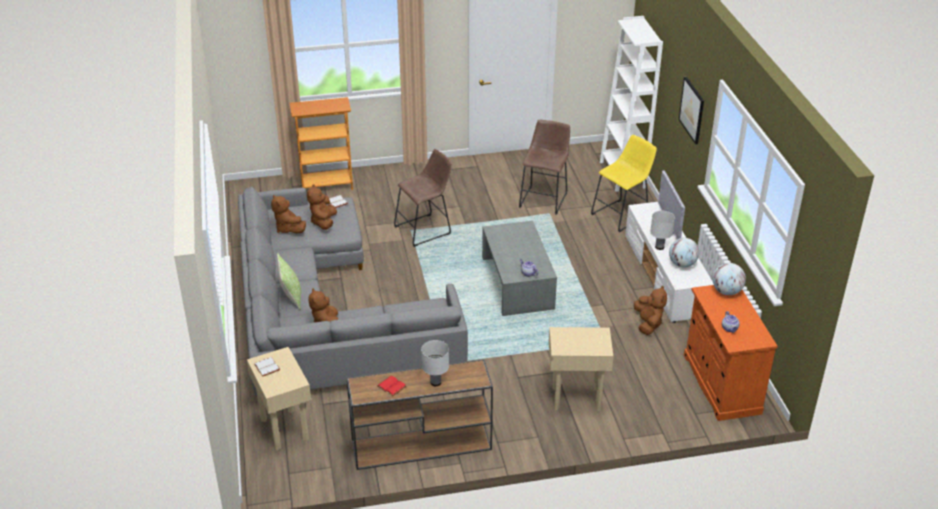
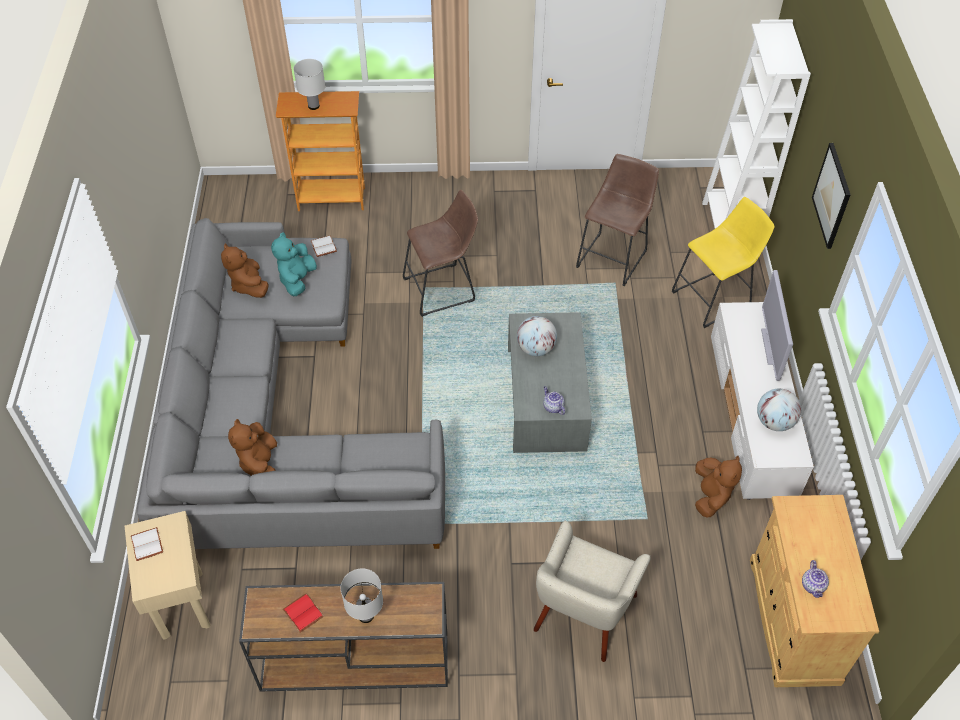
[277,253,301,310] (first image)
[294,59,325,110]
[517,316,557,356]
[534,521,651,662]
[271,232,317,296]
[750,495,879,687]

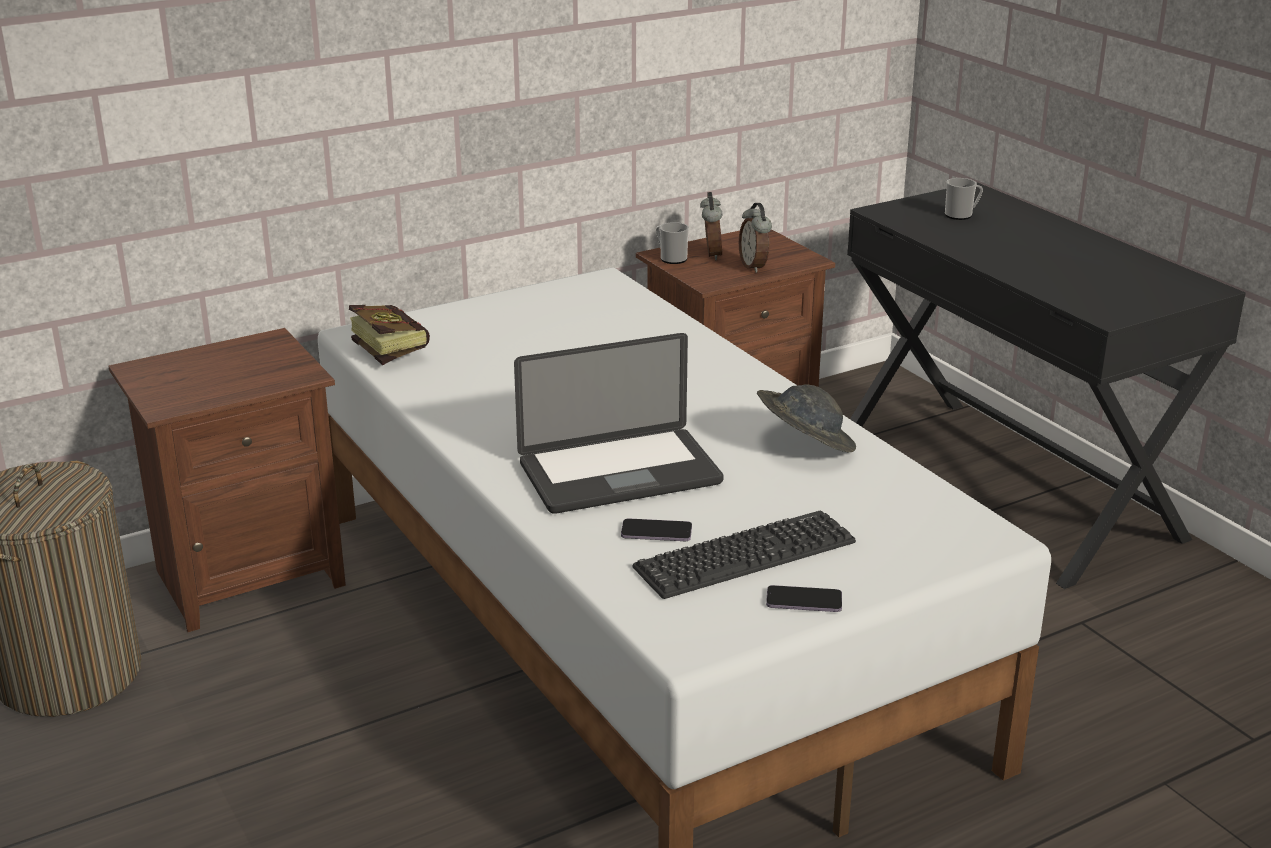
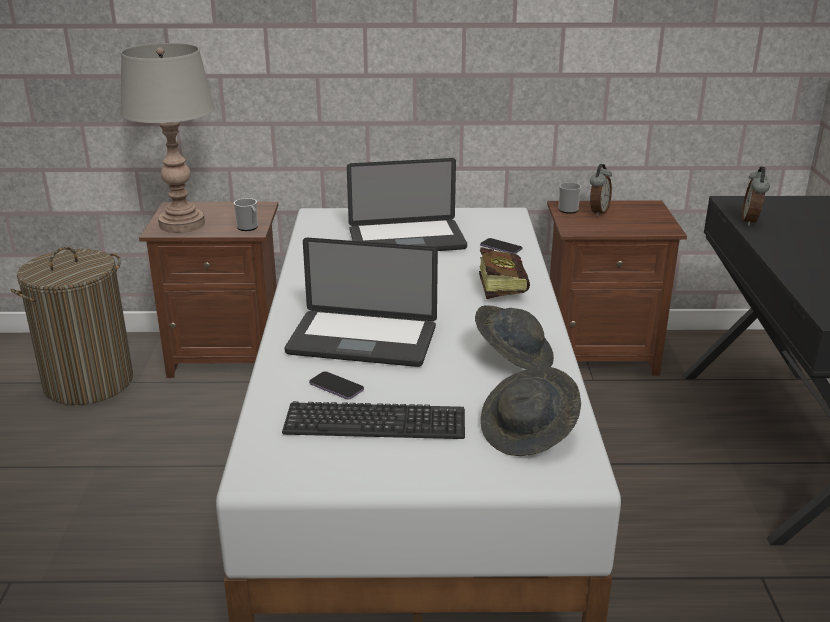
[120,43,215,233]
[347,158,467,251]
[481,367,581,456]
[479,247,530,299]
[741,167,770,226]
[480,238,523,254]
[234,198,258,231]

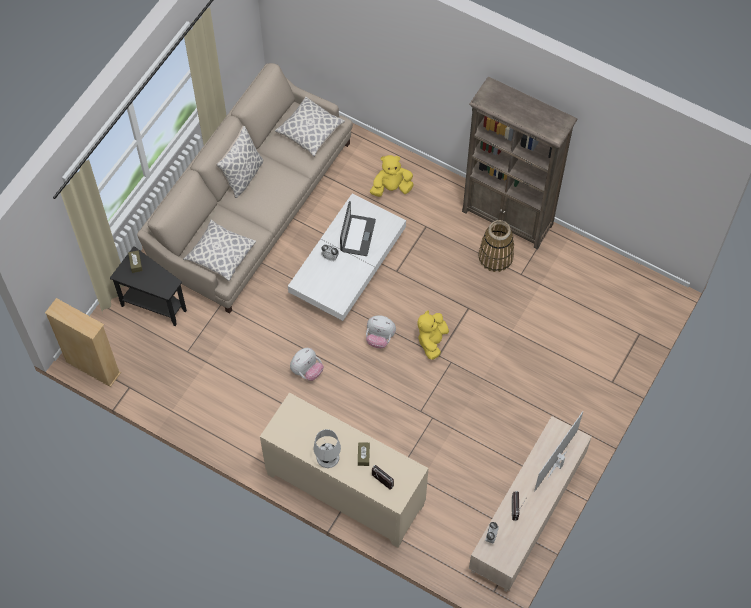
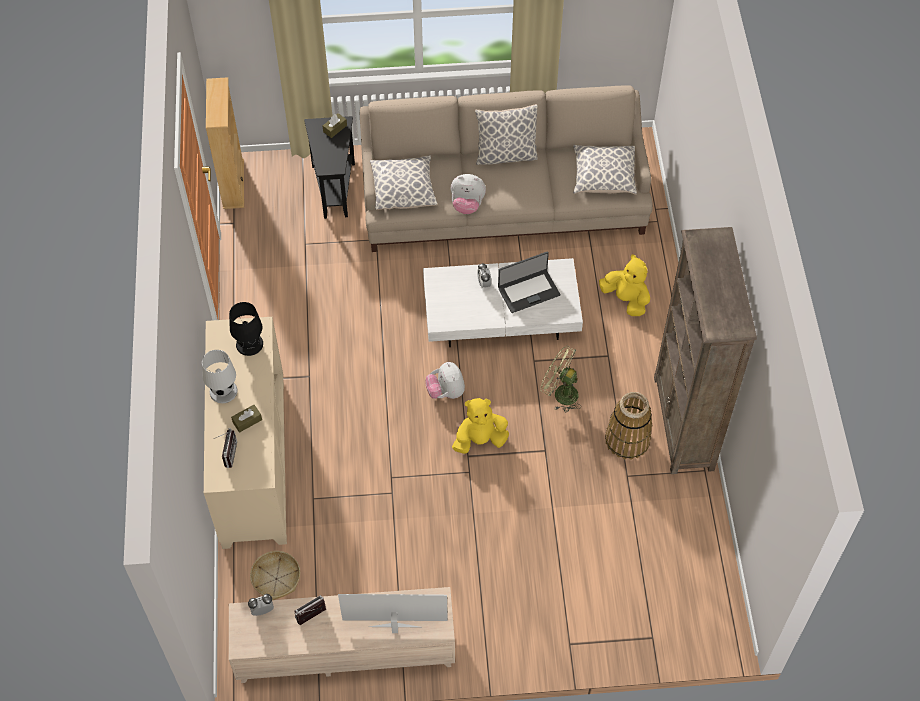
[229,302,263,356]
[250,551,300,600]
[540,346,581,413]
[451,174,486,214]

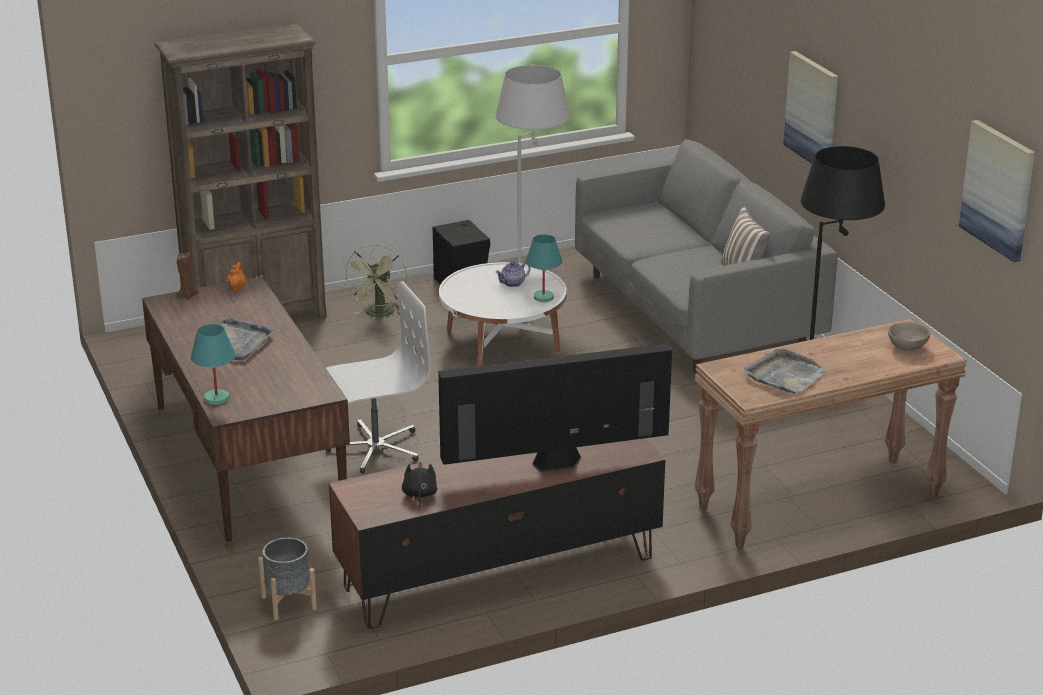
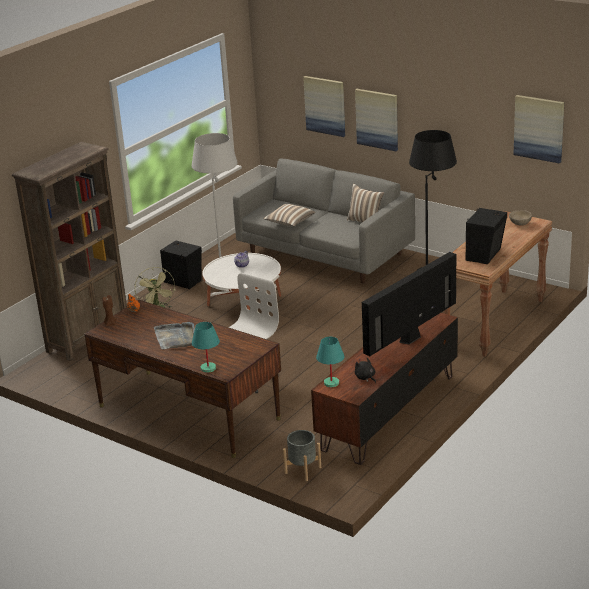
[263,204,316,227]
[303,76,345,137]
[316,337,344,387]
[466,208,507,264]

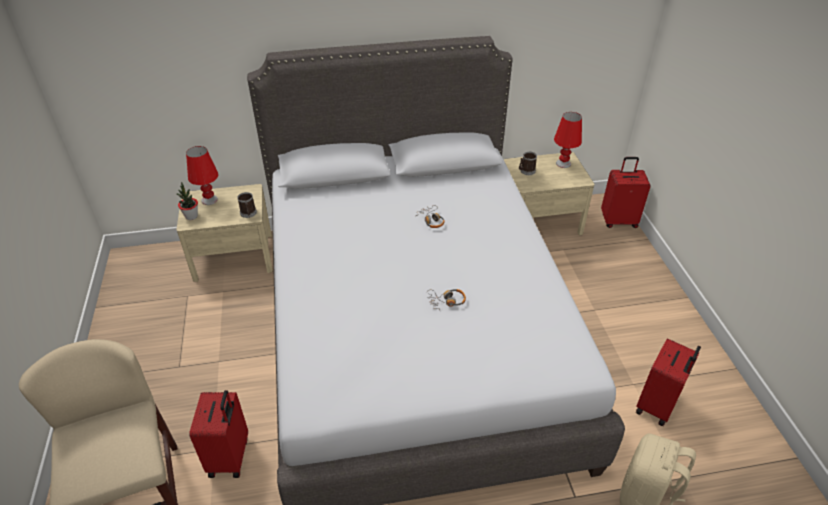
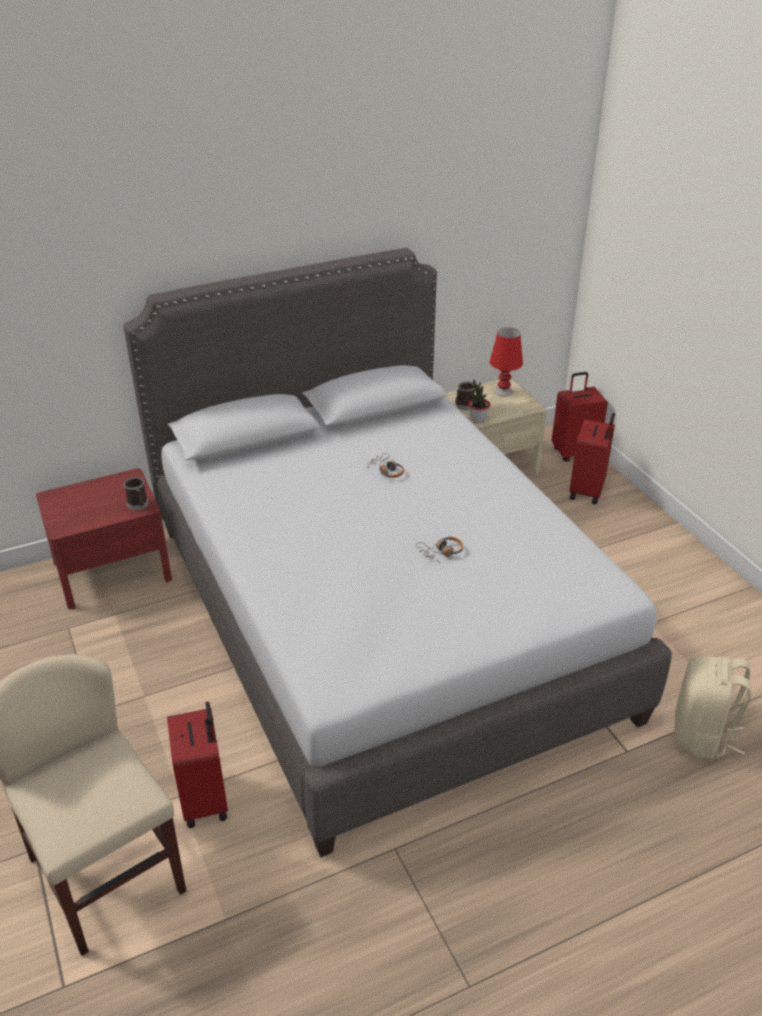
[186,146,218,205] (first image)
[468,379,490,424]
[569,413,615,504]
[36,468,172,610]

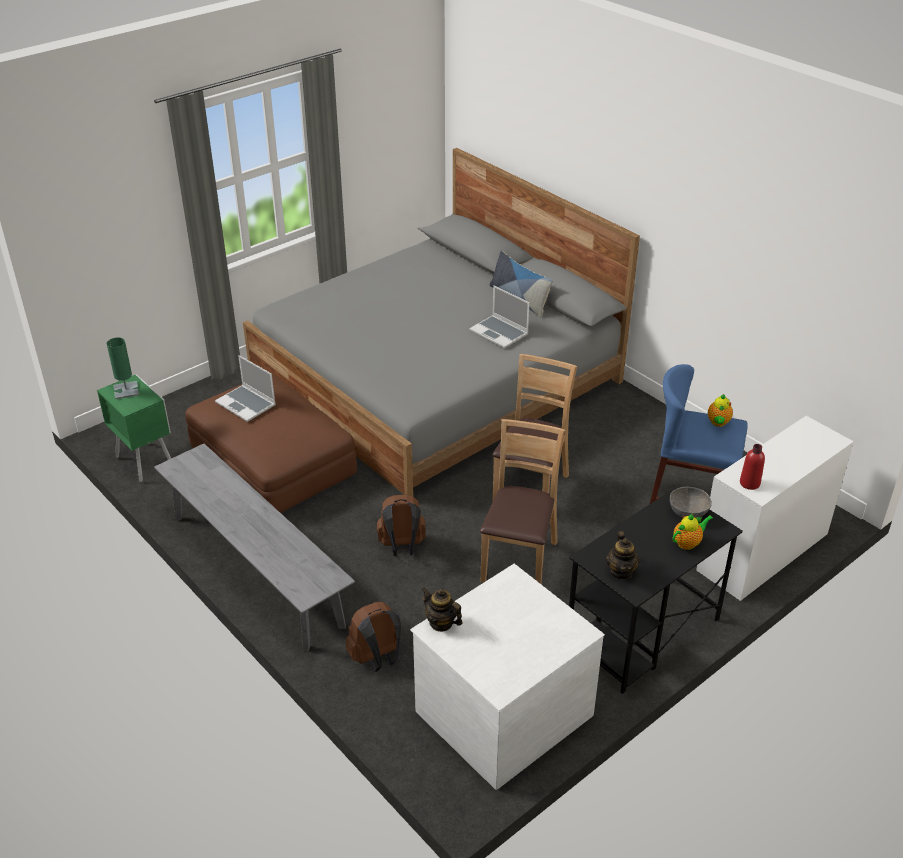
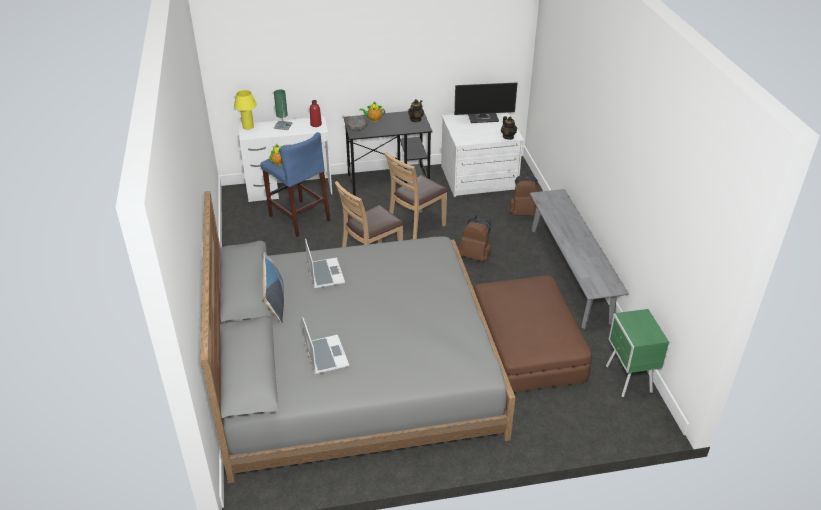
[234,90,257,130]
[454,83,517,123]
[274,90,293,130]
[302,318,349,374]

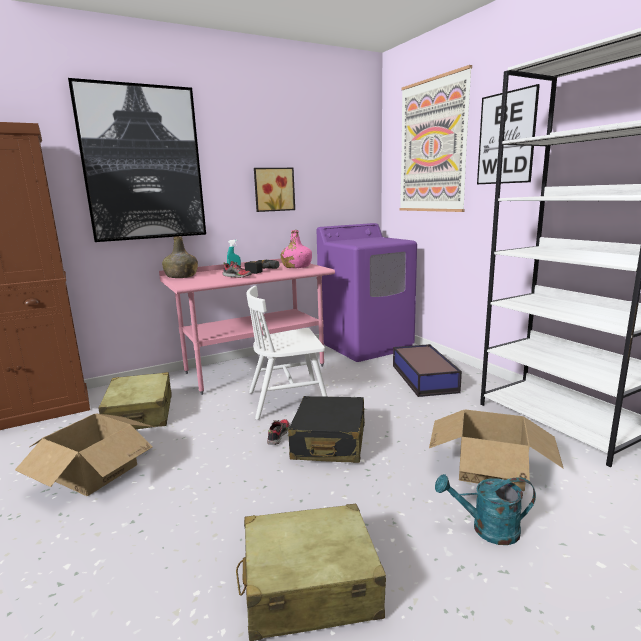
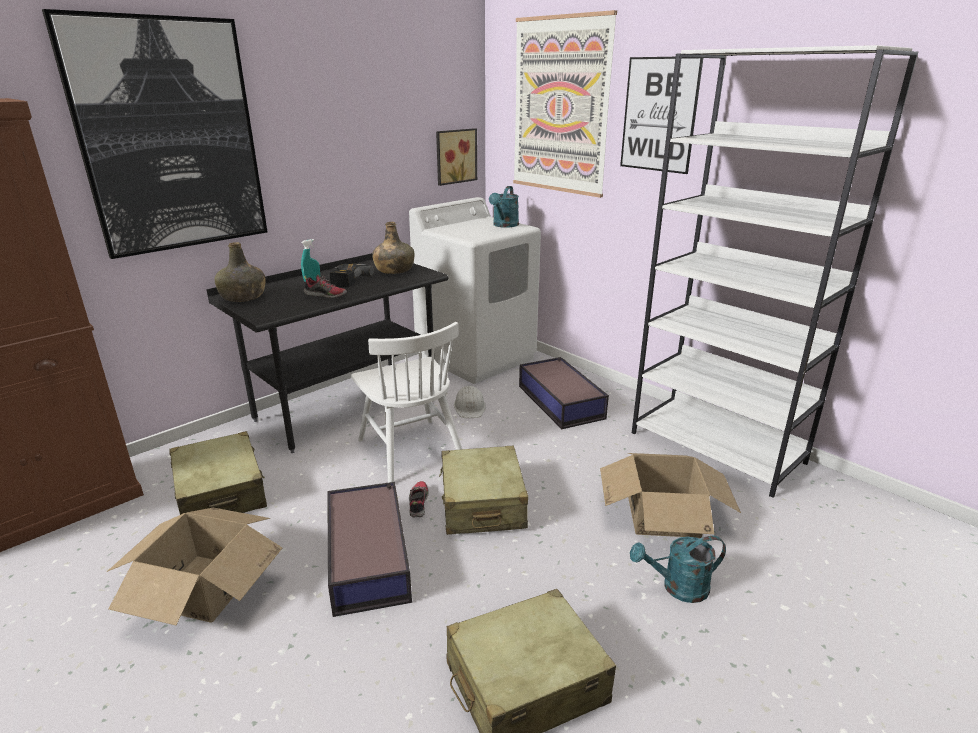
[327,482,412,617]
[454,386,486,418]
[489,186,519,228]
[436,128,477,186]
[206,253,448,453]
[372,222,414,274]
[439,446,528,535]
[409,197,541,384]
[351,322,462,483]

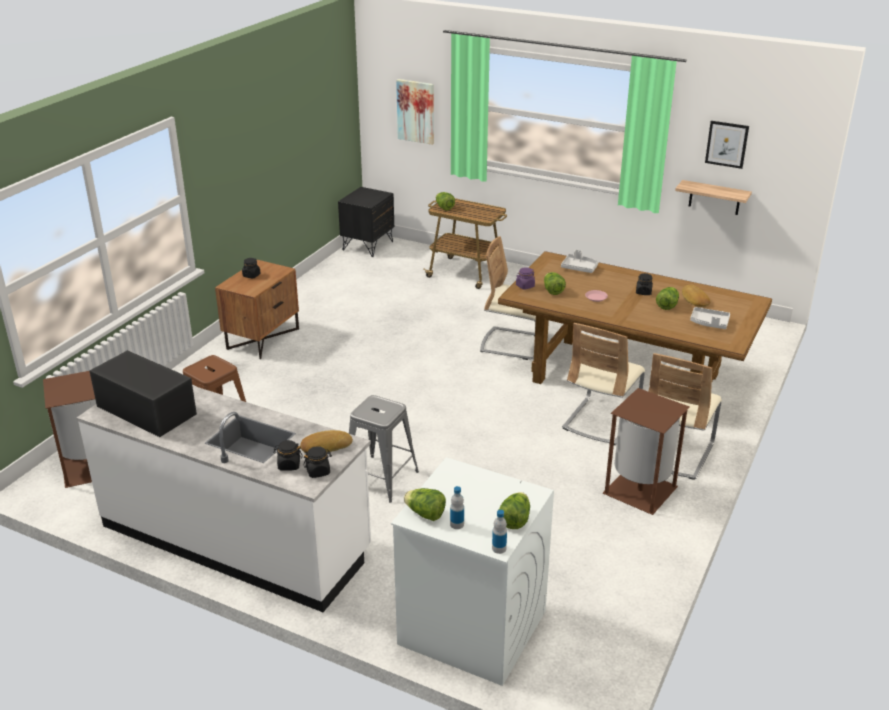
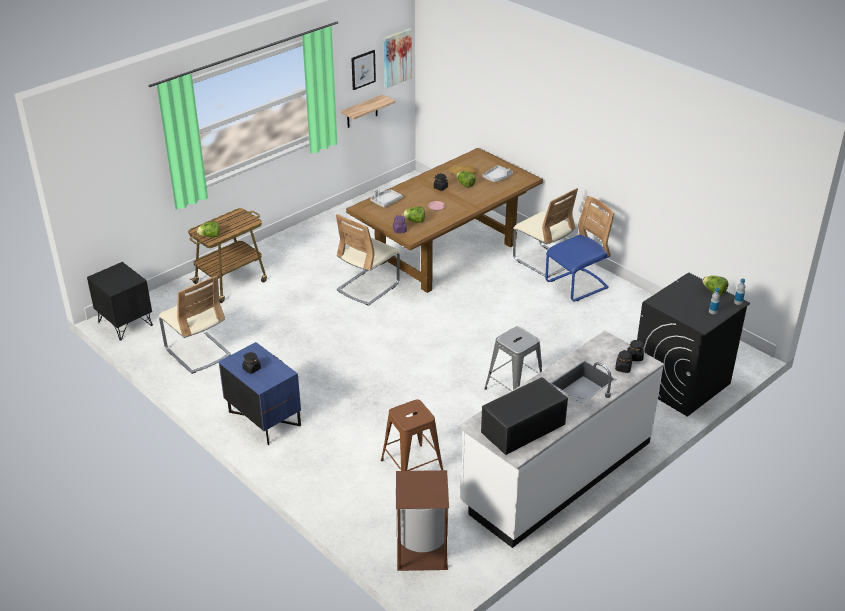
[300,430,353,452] (first image)
[404,488,446,521] (first image)
[384,28,412,88]
[159,276,231,374]
[545,196,614,301]
[219,342,301,445]
[637,273,750,417]

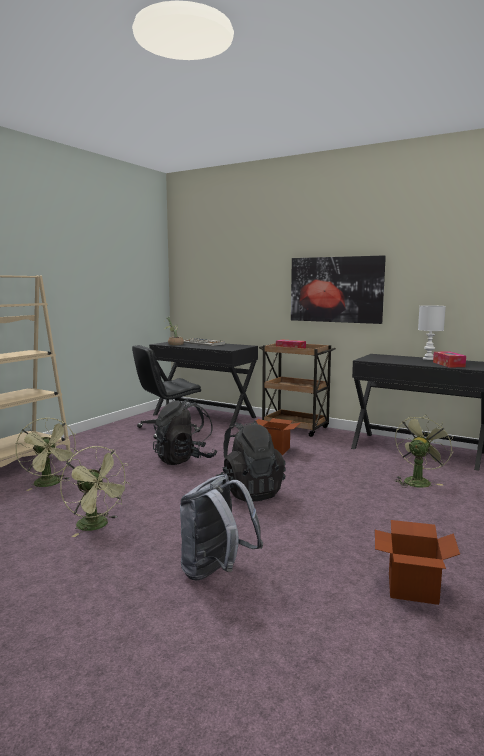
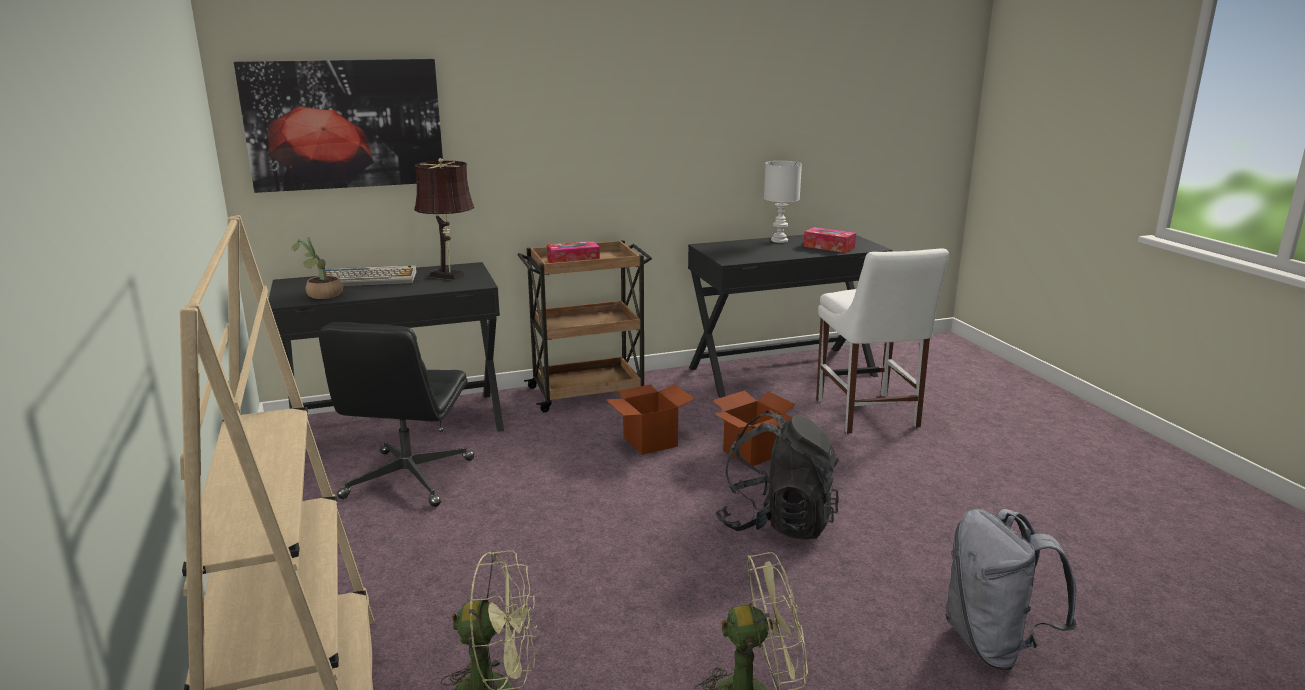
[153,399,217,465] (first image)
[414,158,474,280]
[234,59,443,193]
[712,390,795,466]
[816,248,949,434]

